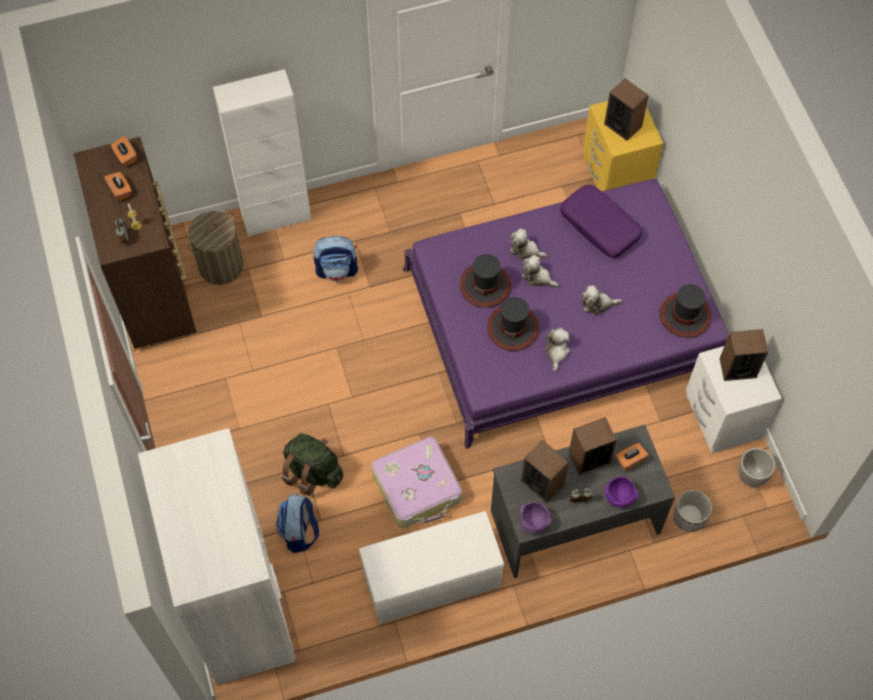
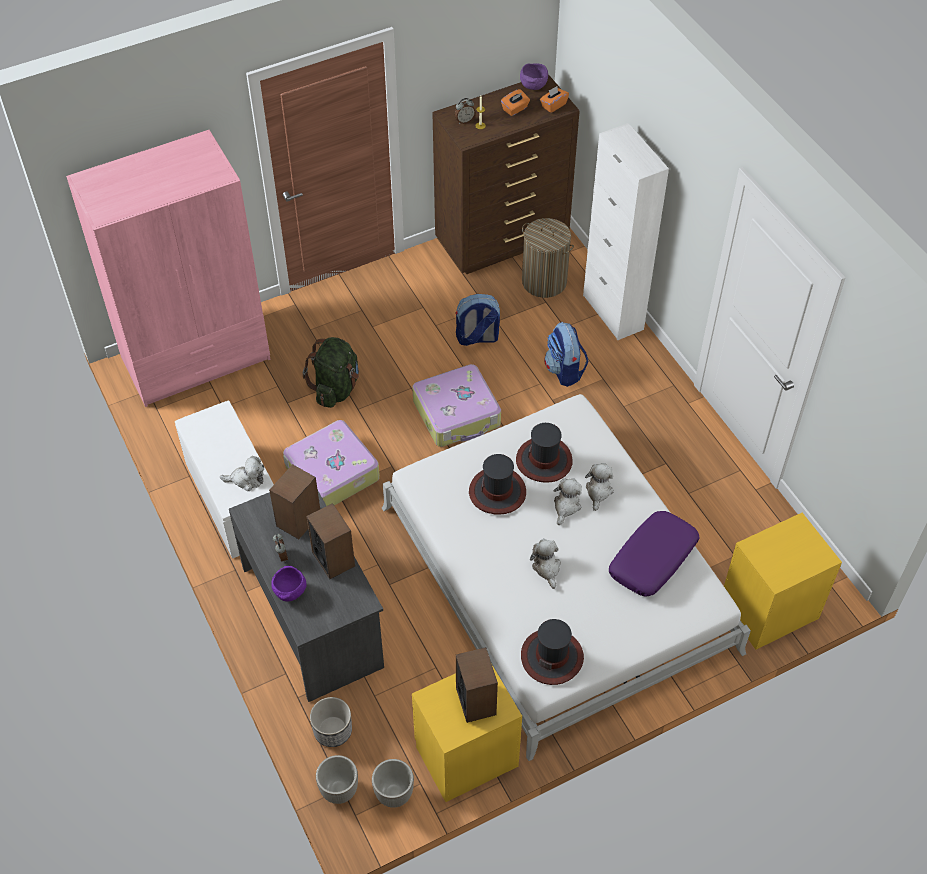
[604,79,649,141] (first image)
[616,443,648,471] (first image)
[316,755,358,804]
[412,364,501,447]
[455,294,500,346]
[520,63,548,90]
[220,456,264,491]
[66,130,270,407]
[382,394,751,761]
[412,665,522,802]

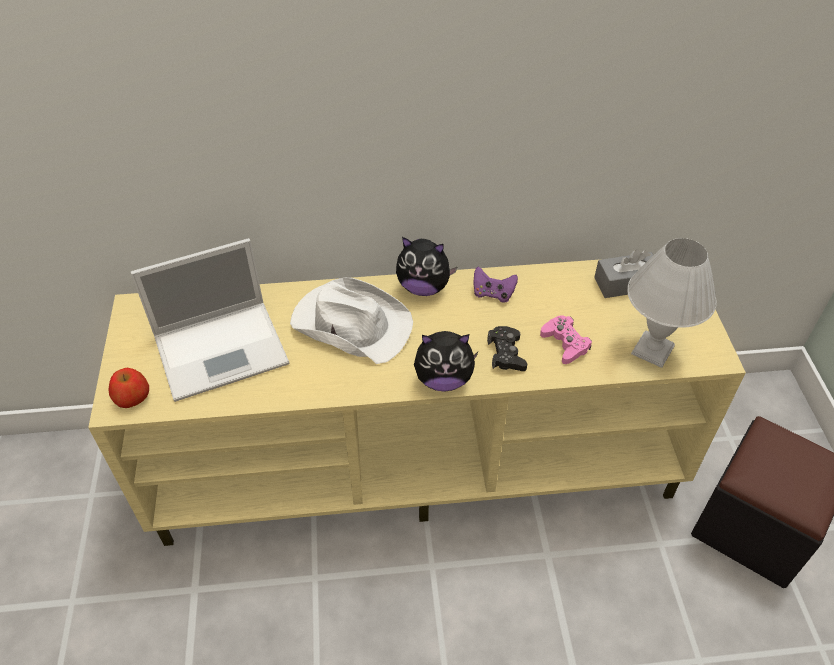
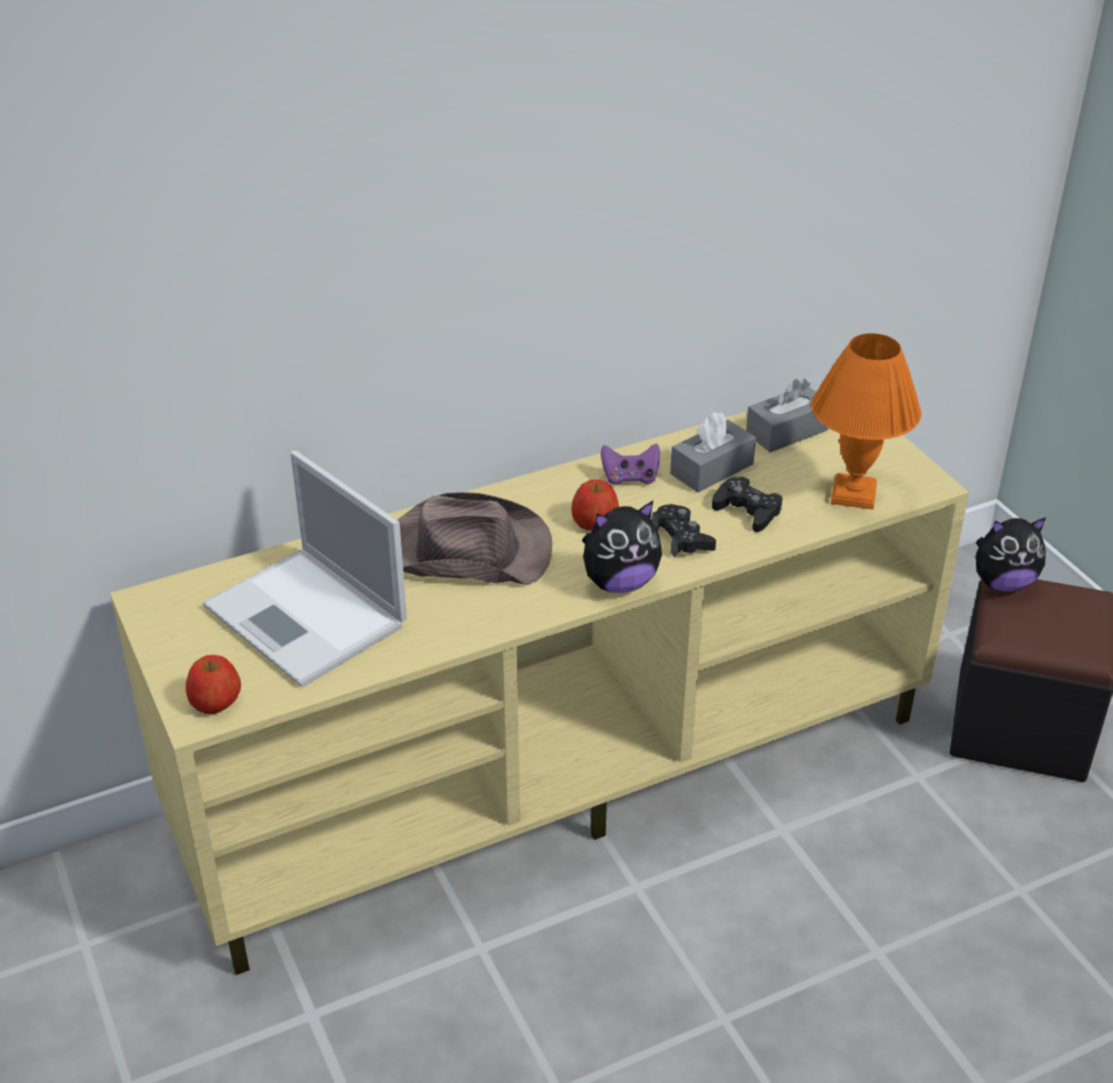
[571,480,619,531]
[670,412,756,493]
[976,517,1046,592]
[397,492,552,585]
[712,477,783,532]
[811,333,921,509]
[203,451,407,687]

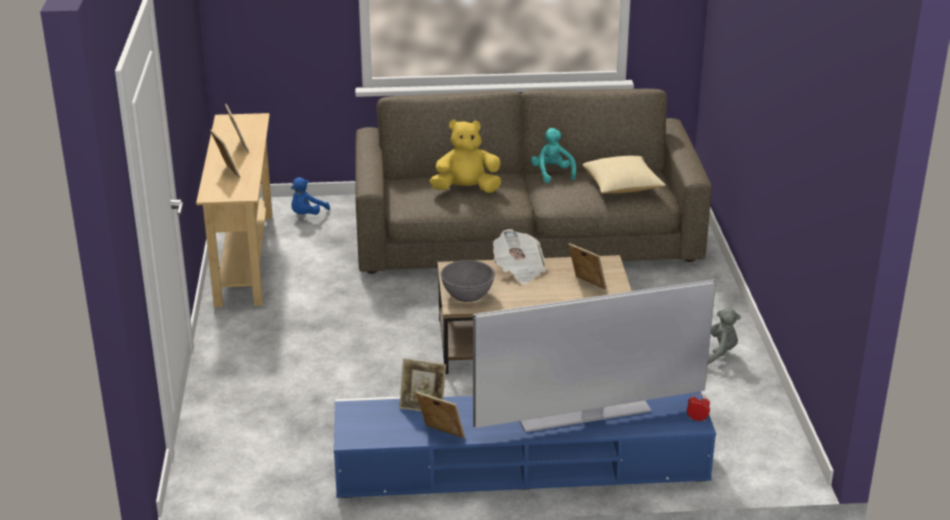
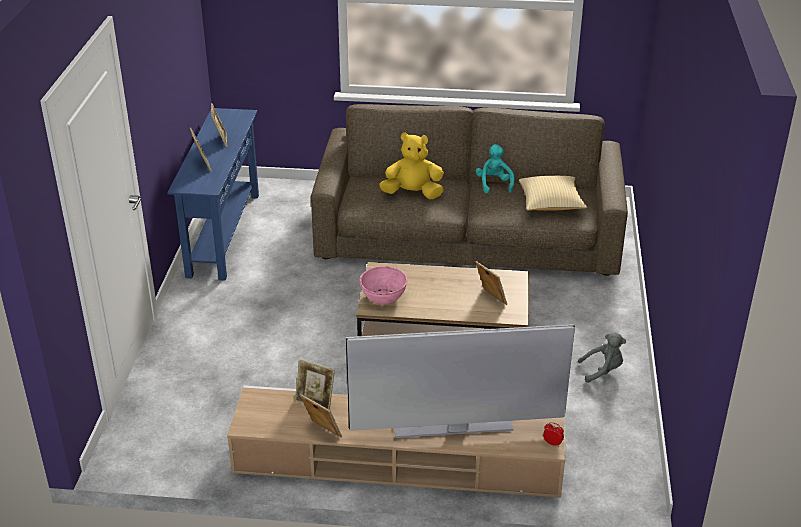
[291,177,330,215] (first image)
[493,229,546,284] (first image)
[167,108,259,281]
[227,386,565,498]
[359,266,407,305]

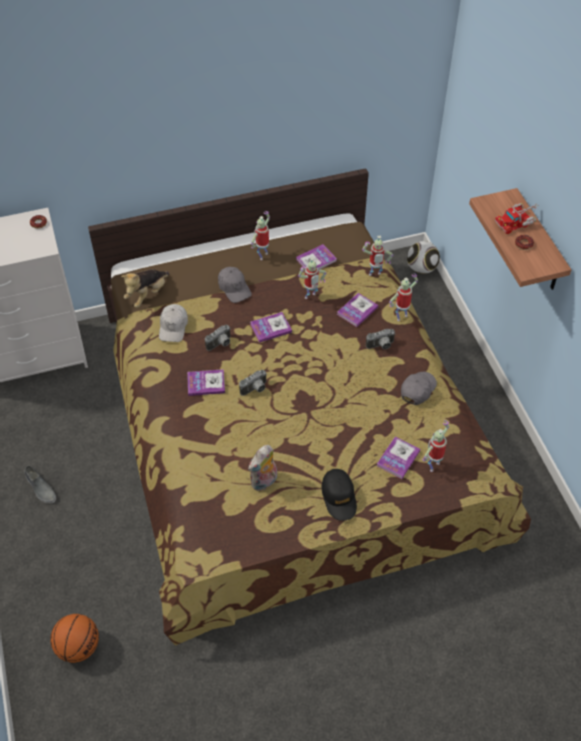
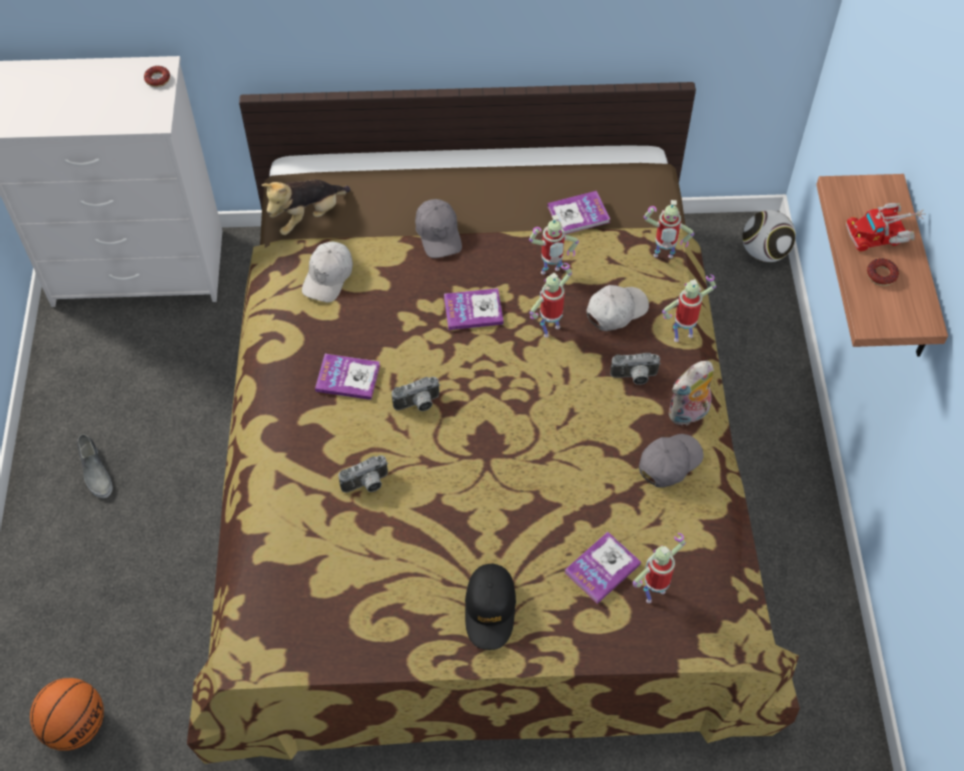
[339,455,388,493]
[669,361,714,426]
[530,263,572,338]
[587,285,649,331]

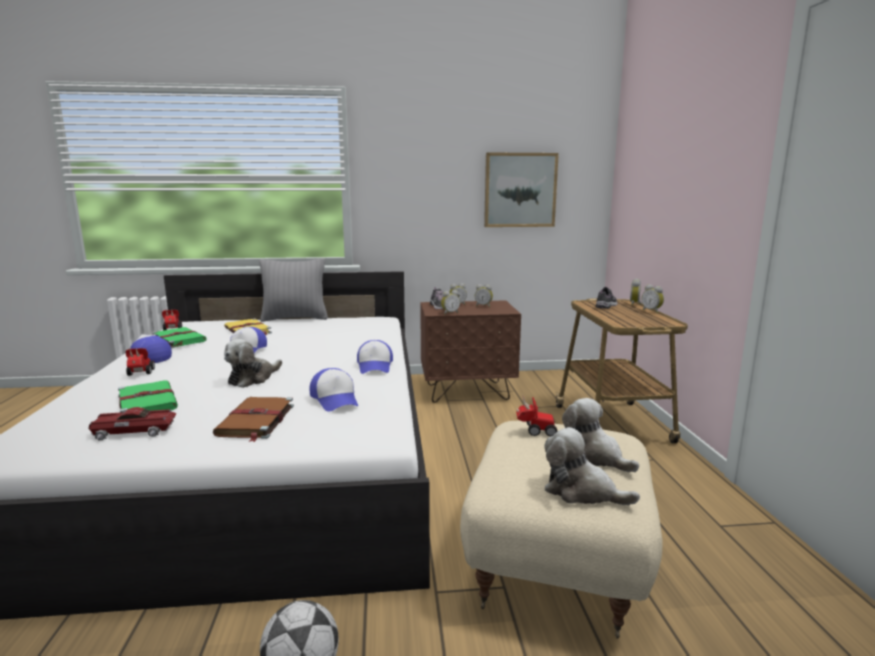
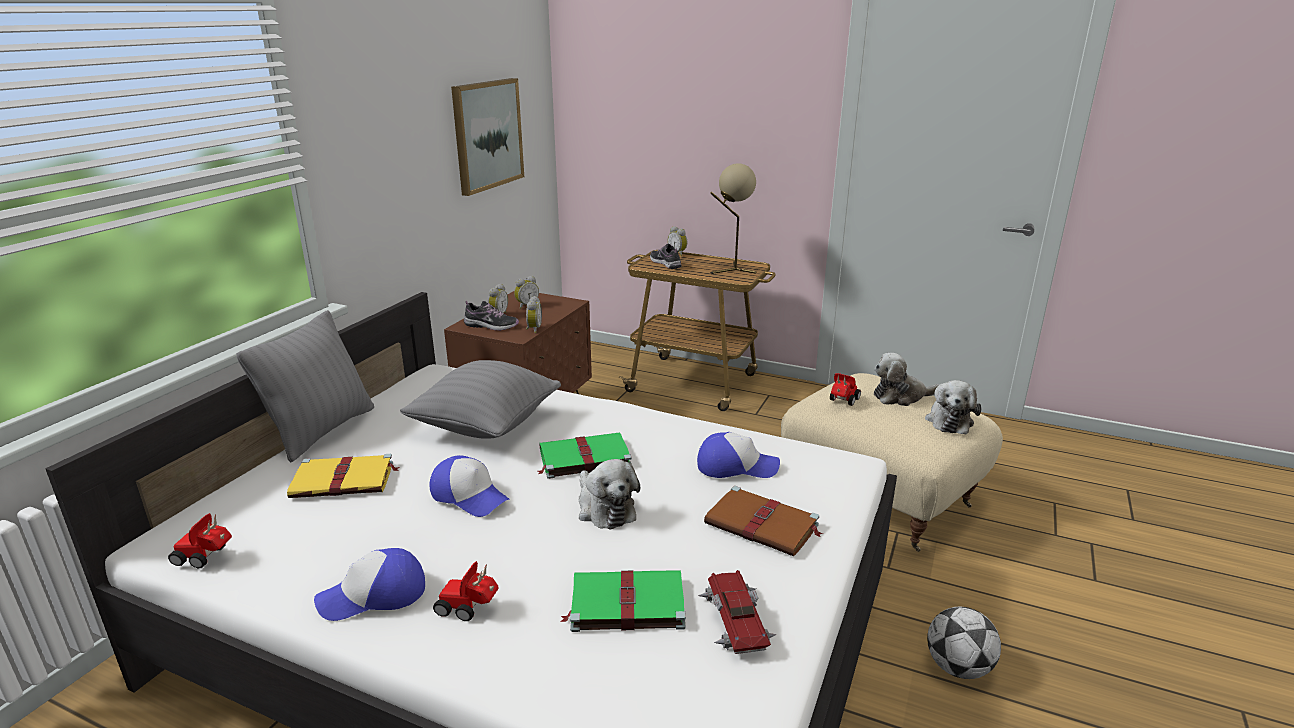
[357,340,393,374] (first image)
[642,284,664,313] (first image)
[400,360,561,439]
[710,163,756,274]
[538,433,632,479]
[698,570,777,654]
[925,380,981,434]

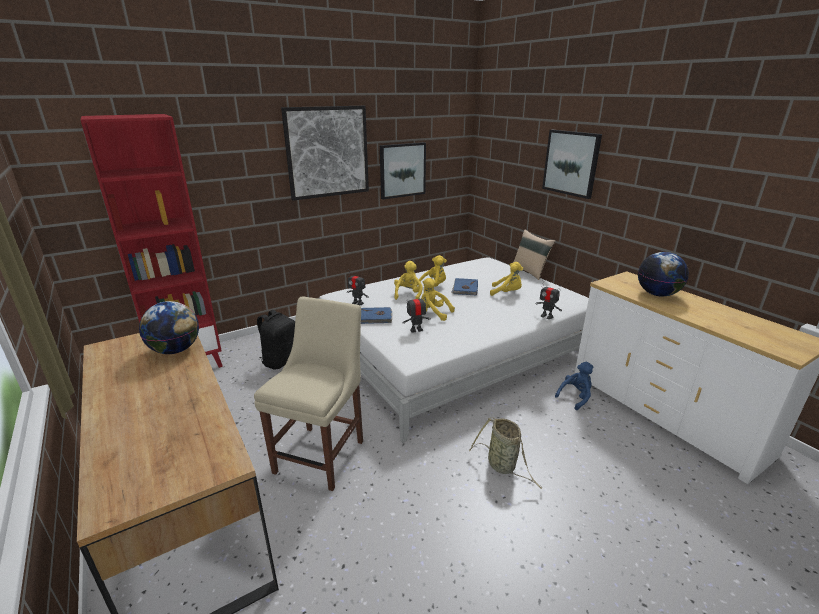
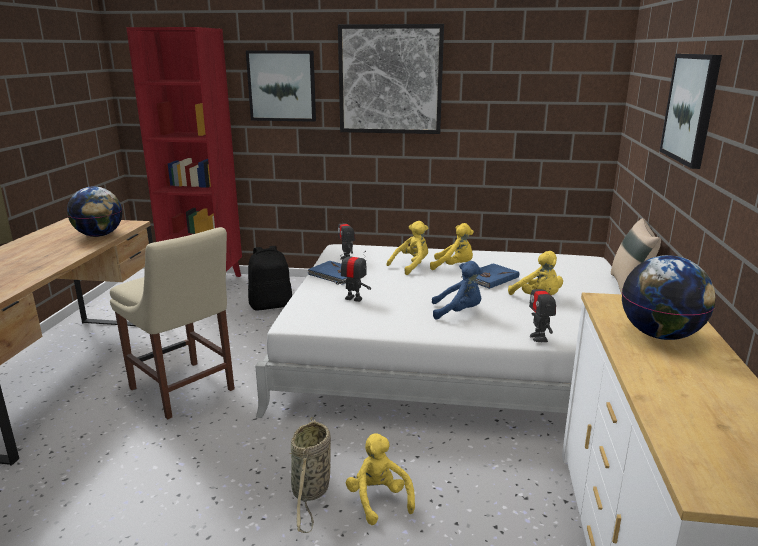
[246,51,316,122]
[346,433,415,525]
[432,261,483,320]
[110,227,235,419]

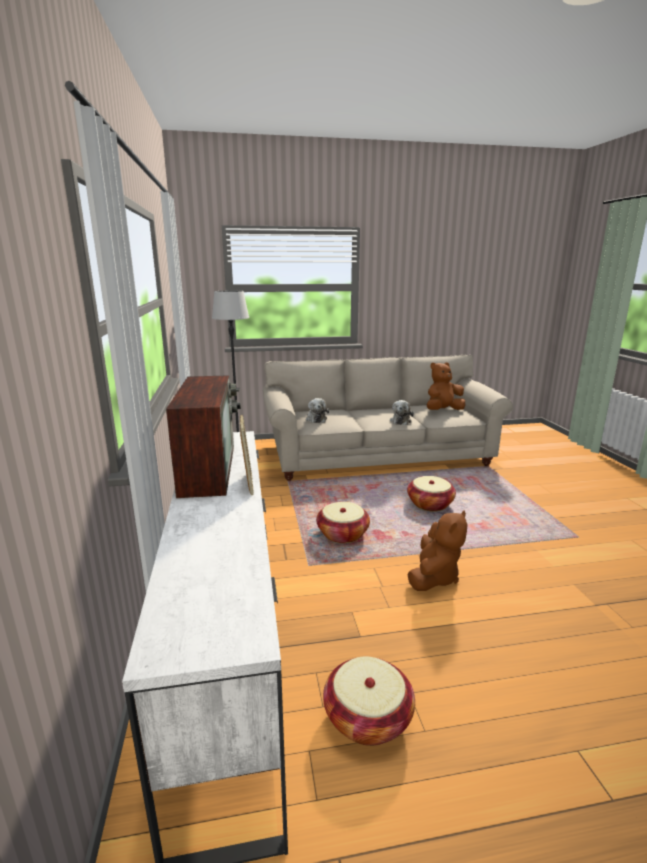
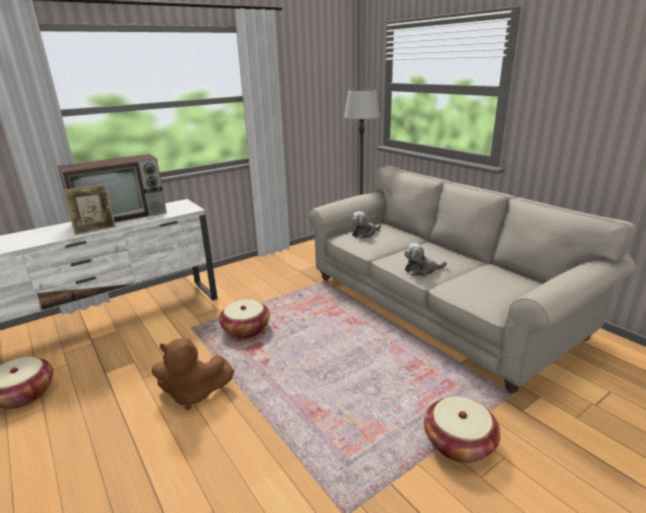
[427,362,465,410] (first image)
[424,397,501,463]

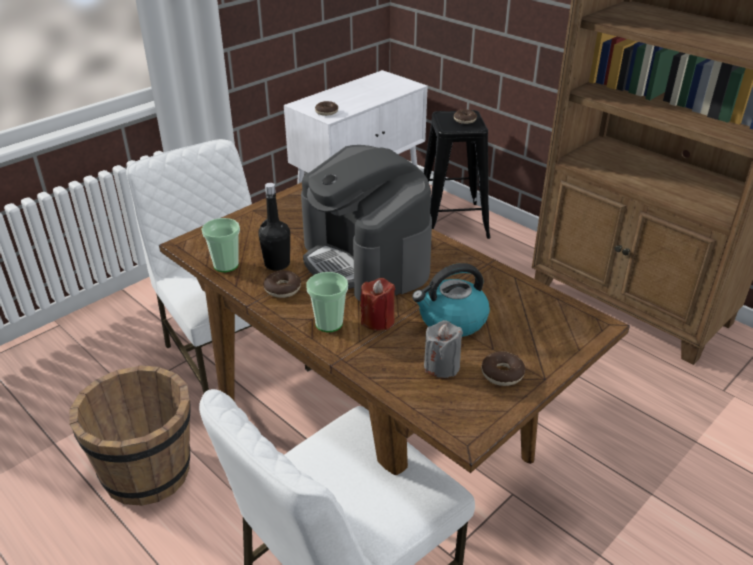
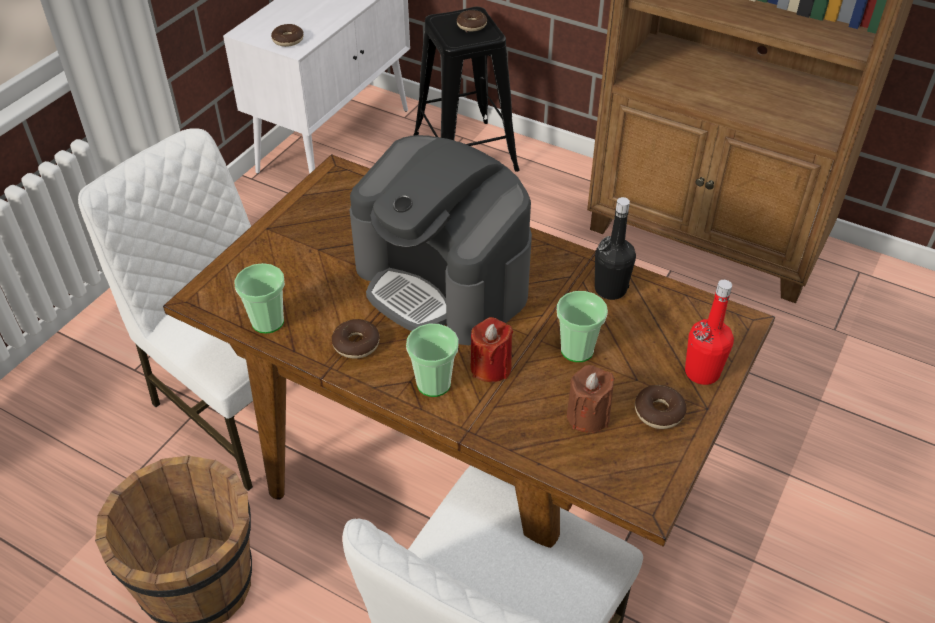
[685,280,734,385]
[595,197,636,300]
[557,291,608,362]
[567,365,615,433]

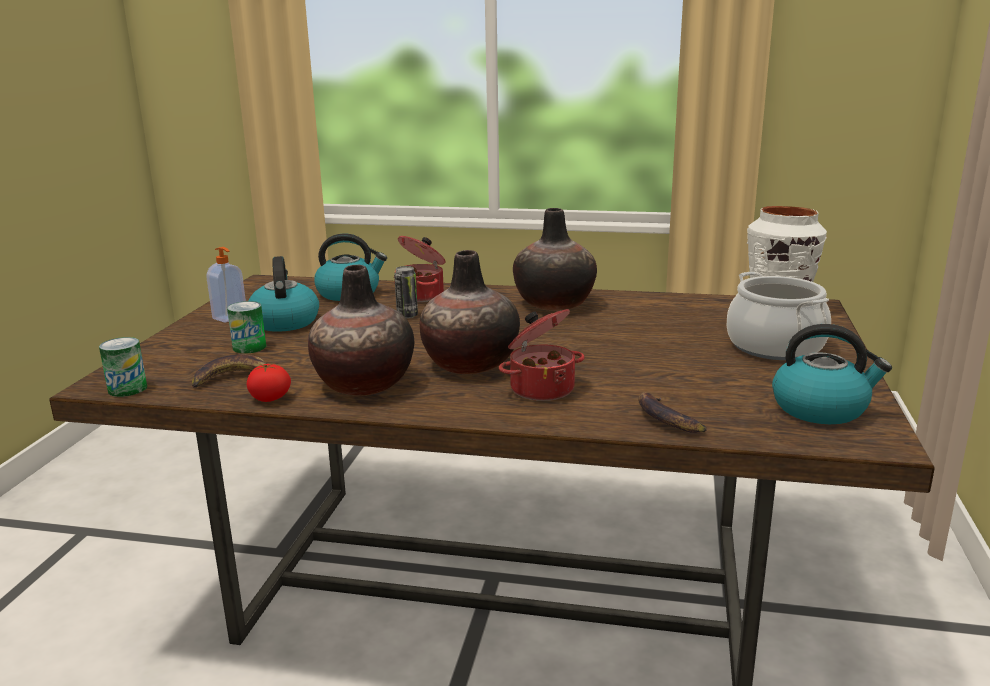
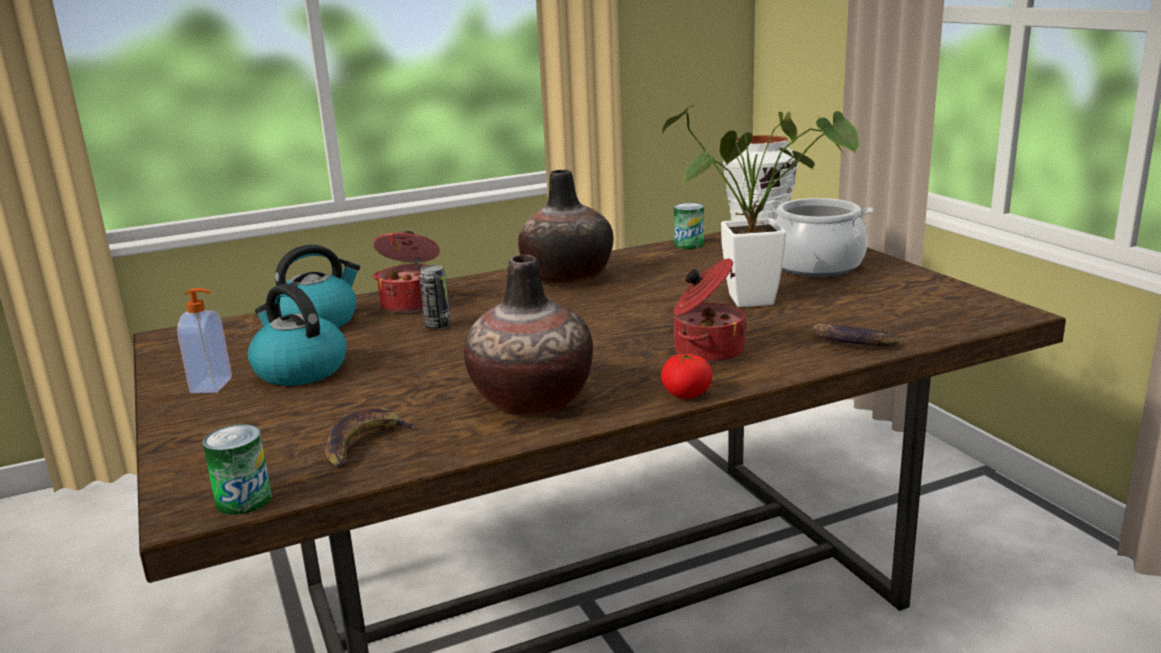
[420,250,520,374] (first image)
[772,324,892,424] (first image)
[662,105,860,307]
[674,203,704,249]
[661,353,712,399]

